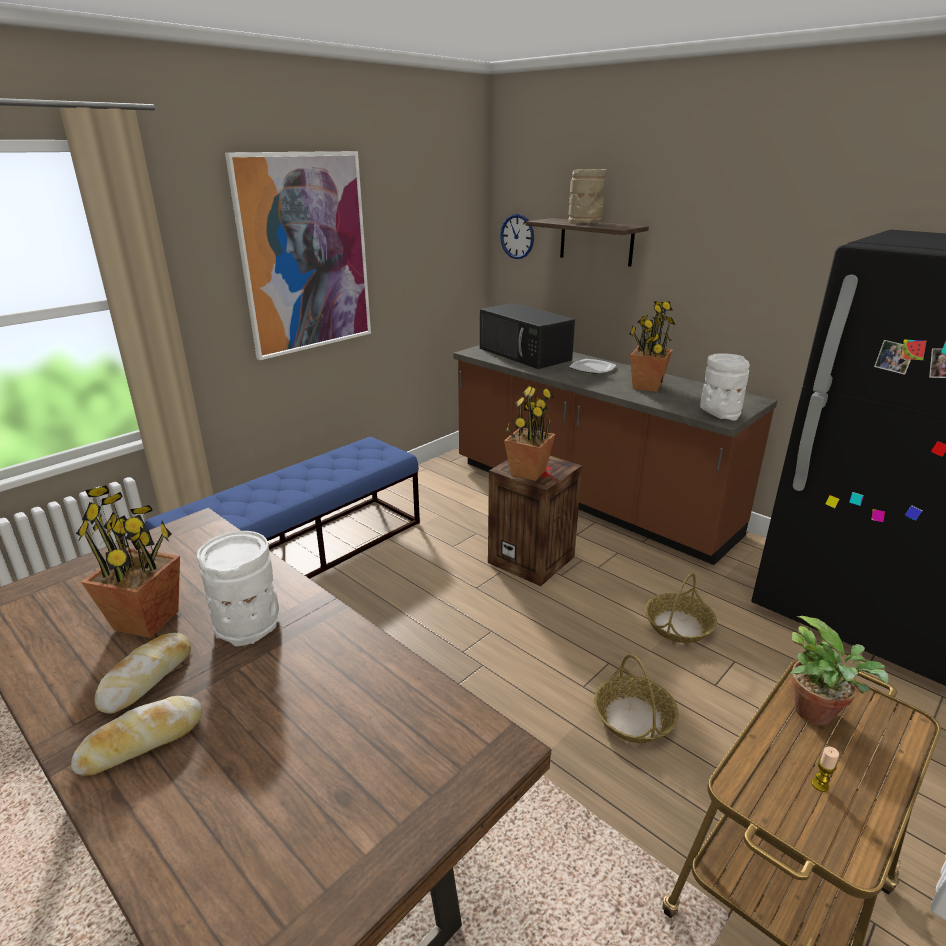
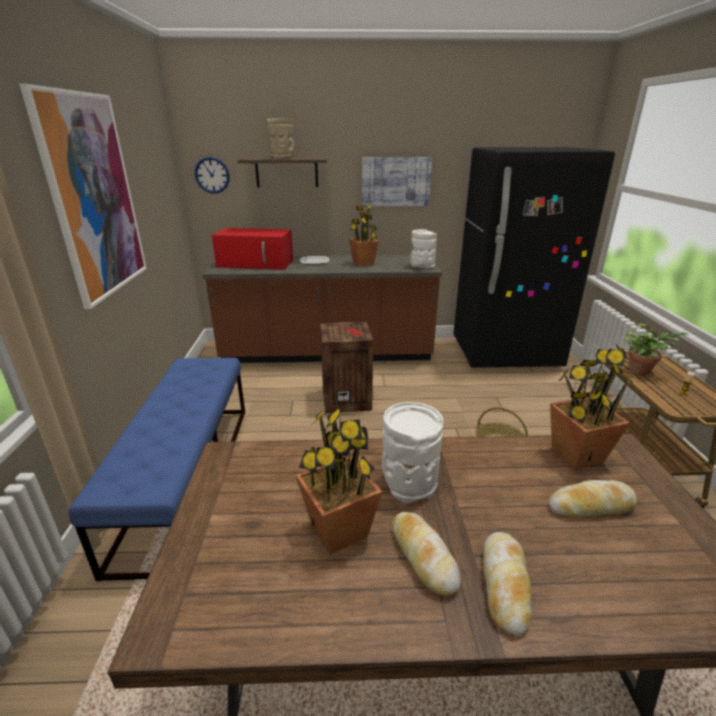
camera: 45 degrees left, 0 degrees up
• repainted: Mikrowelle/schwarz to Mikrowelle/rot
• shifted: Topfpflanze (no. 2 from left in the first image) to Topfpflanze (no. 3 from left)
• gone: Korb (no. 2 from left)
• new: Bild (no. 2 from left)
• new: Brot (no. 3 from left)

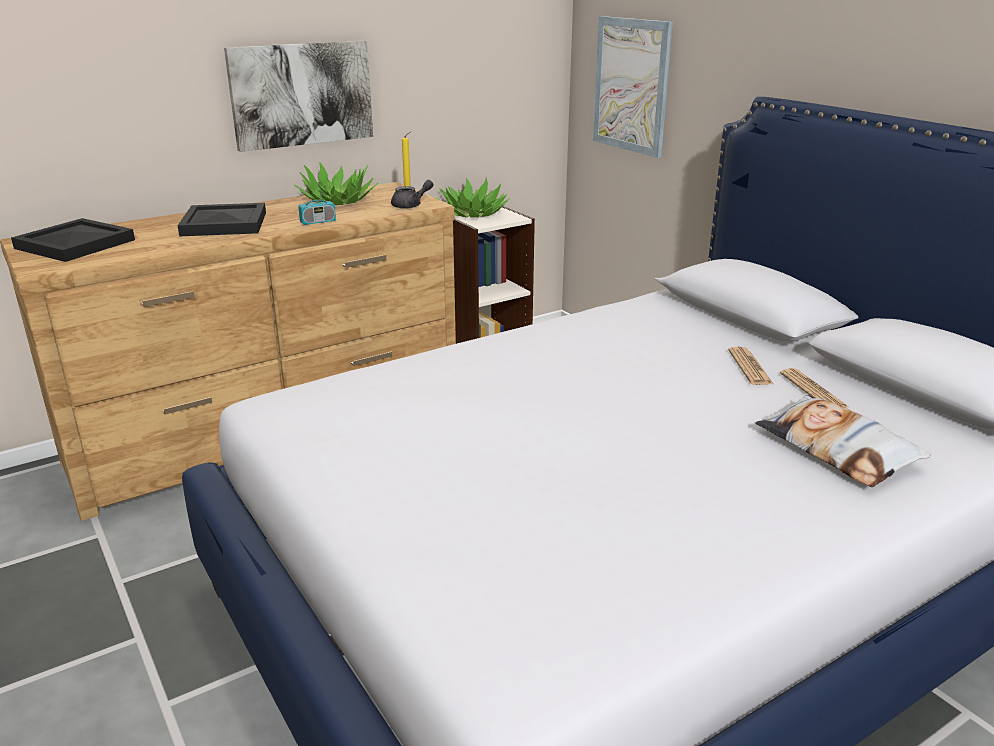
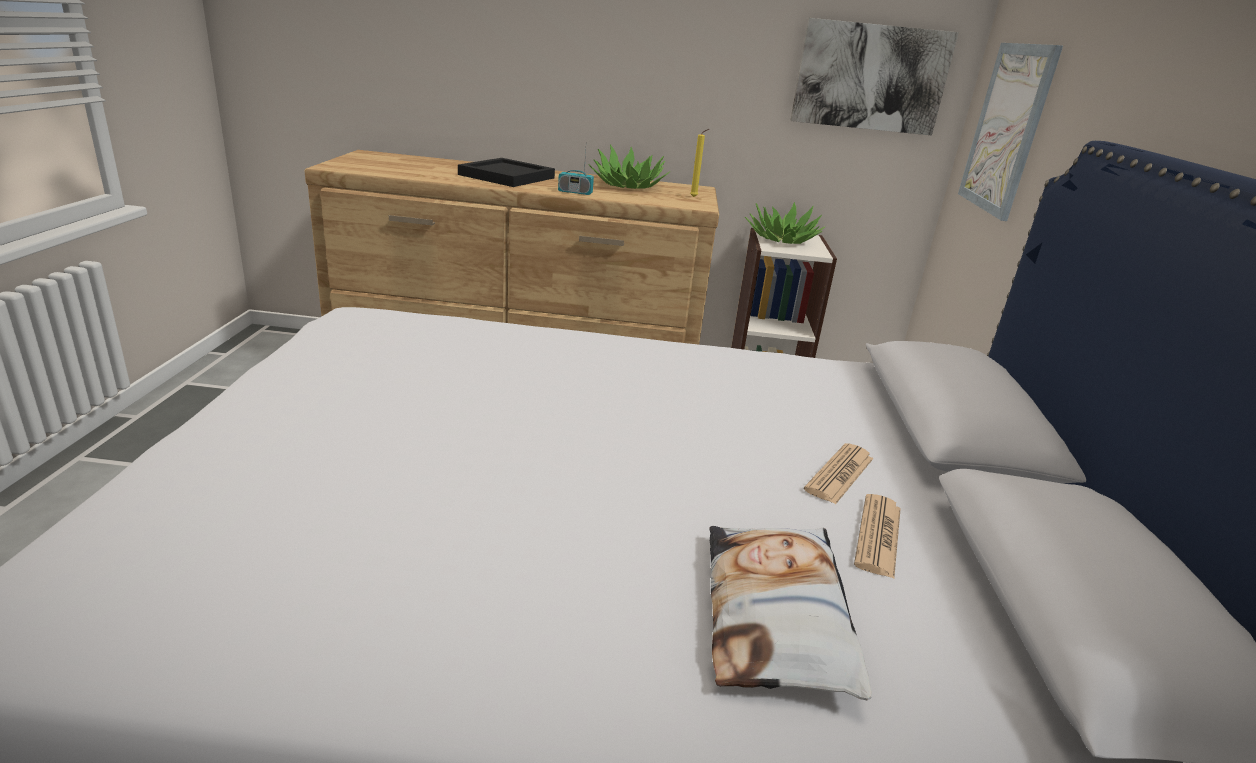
camera: 35 degrees right, 0 degrees up
• gone: Tablett/schwarz (no. 1 from left)
• shifted: Bild (no. 1 from left)
• gone: Teekanne/grau

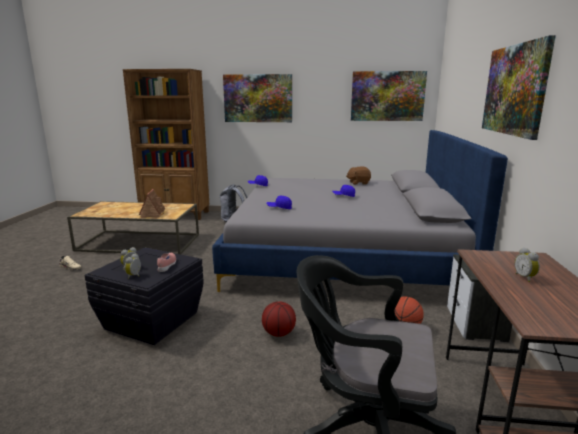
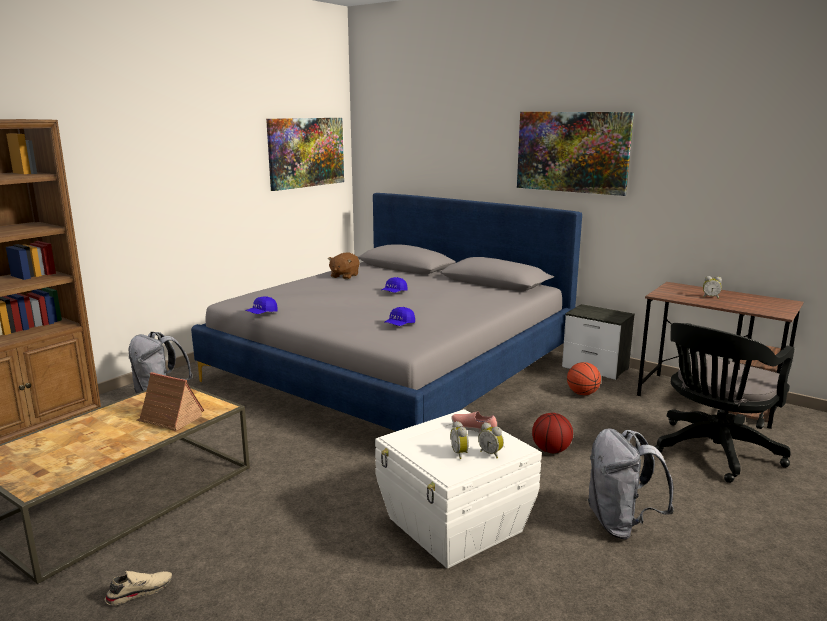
camera: 60 degrees left, 0 degrees up
• repainted: Aufbewahrungsbox/schwarz to Aufbewahrungsbox/weiß
• gone: Bild (no. 1 from left)
• new: Rucksack/grau (no. 2 from left)

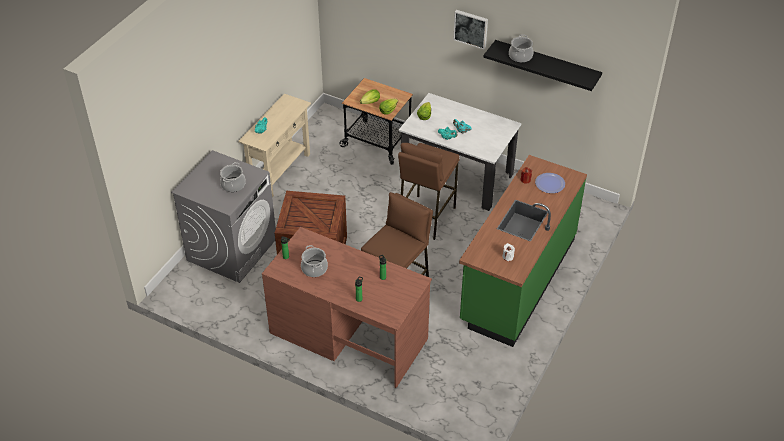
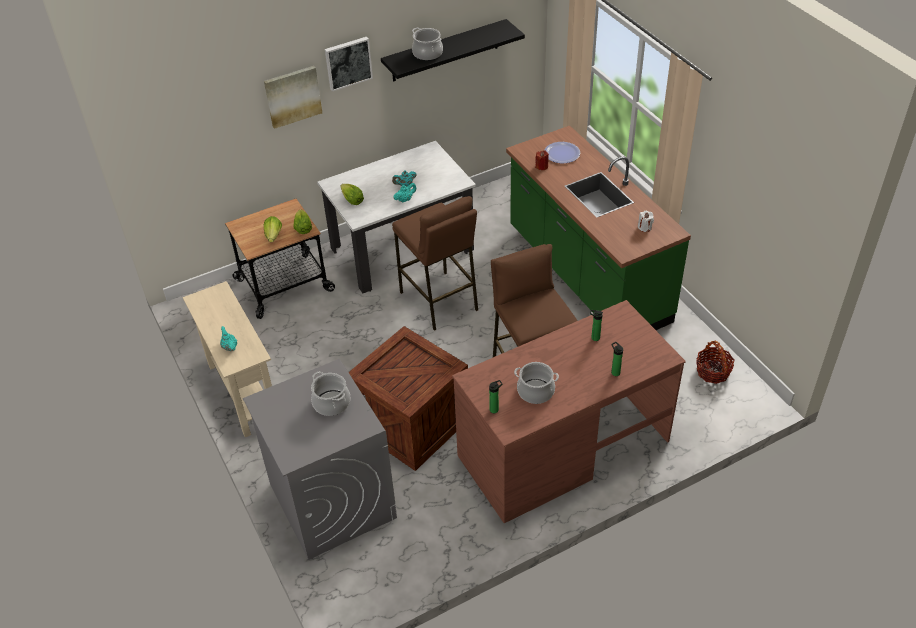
camera: 55 degrees left, 0 degrees up
• new: Bild (no. 1 from left)
• new: Korb

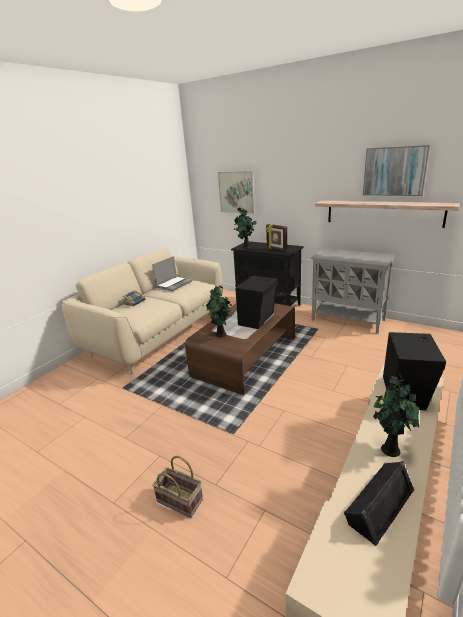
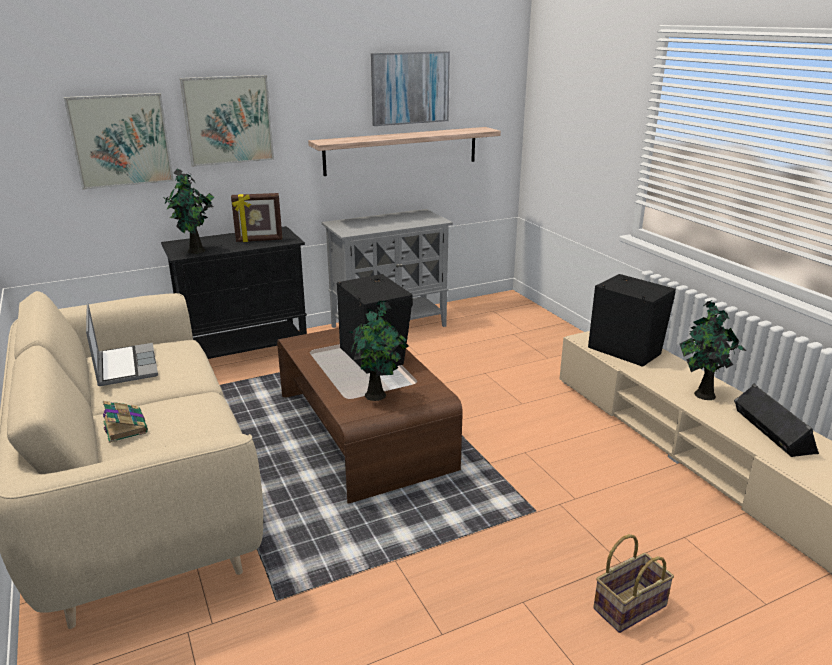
camera: 60 degrees left, 0 degrees up
• new: Bild (no. 2 from left)

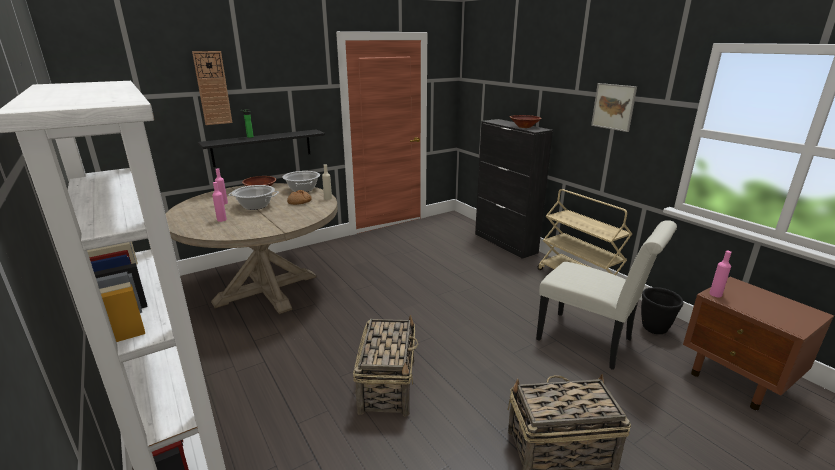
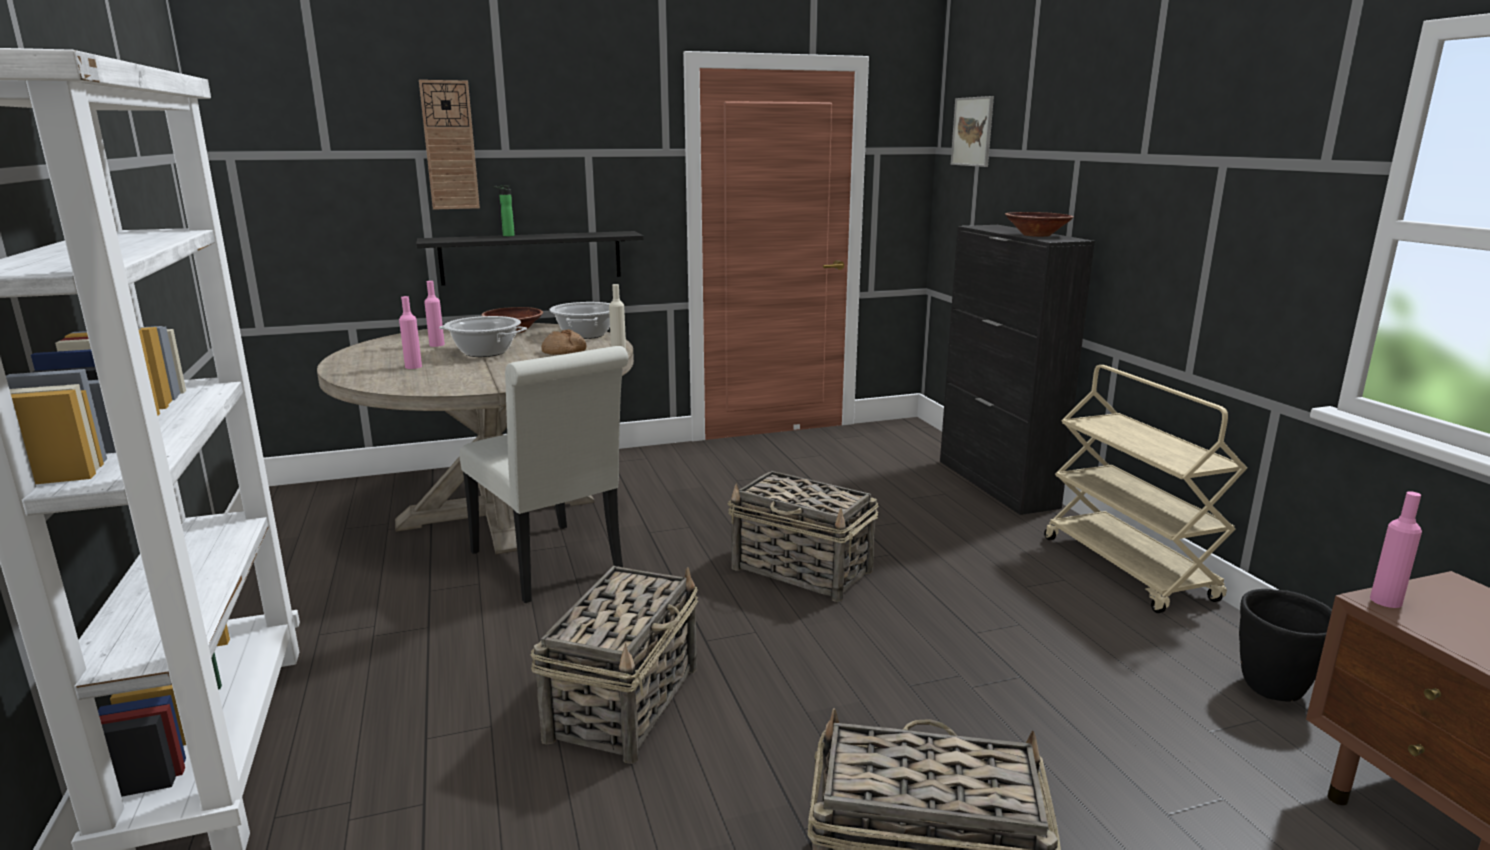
camera: 15 degrees right, 5 degrees down
• shifted: Stuhl/weiß
• shifted: Bild
• new: Korb (no. 2 from left)

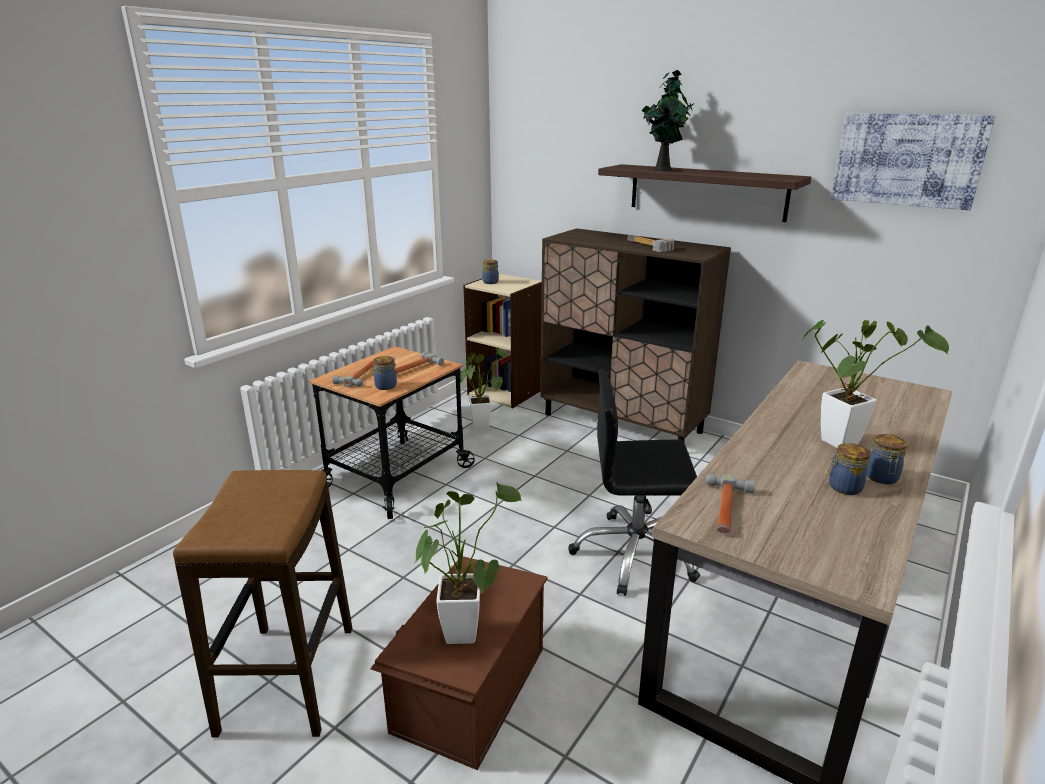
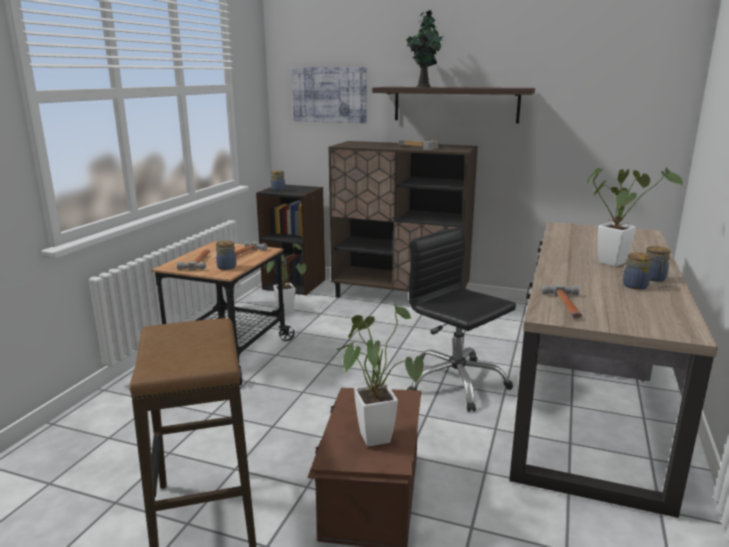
camera: 15 degrees left, 5 degrees down
• repainted: Bücherregal/beige to Bücherregal/schwarz
• rotated: Bürostuhl/schwarz 60 degrees clockwise
• shifted: Bild

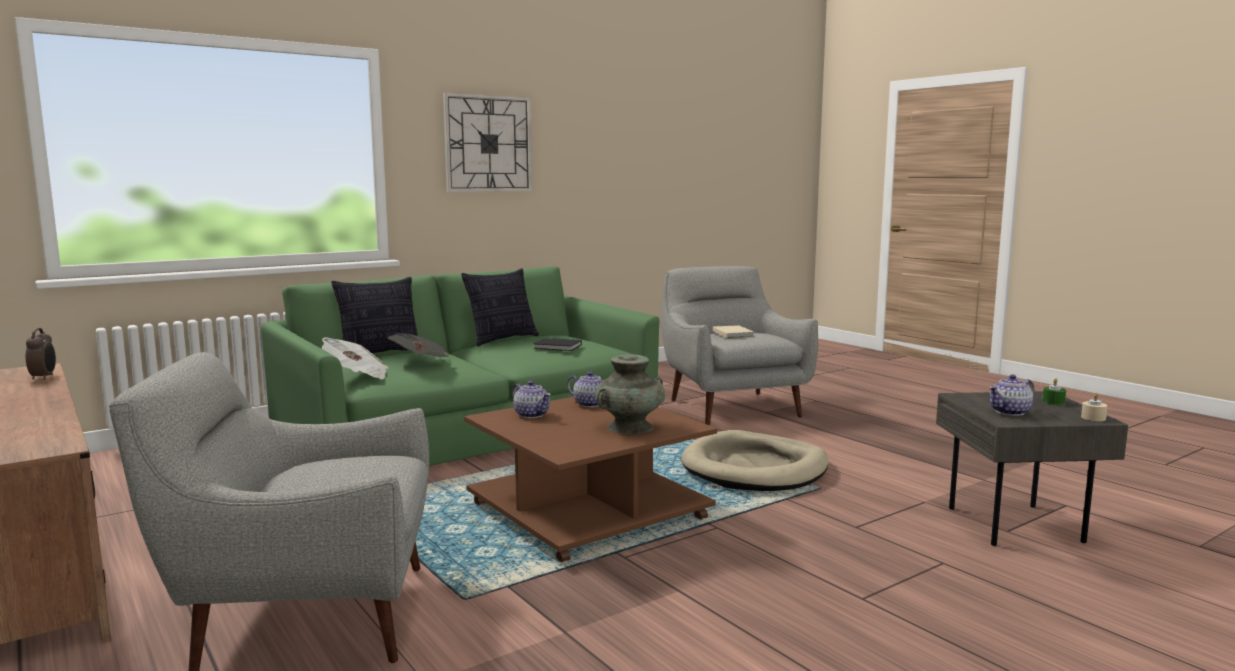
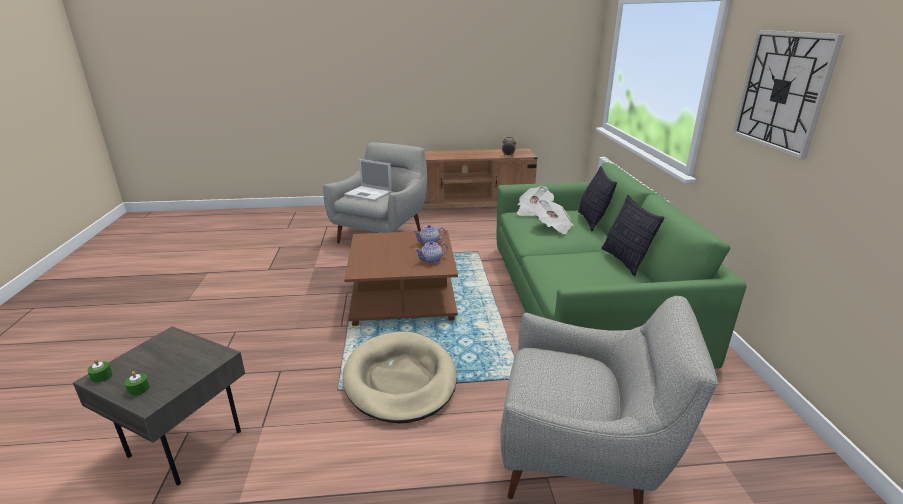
camera: 120 degrees right, 15 degrees up
• gone: Buch/schwarz
• gone: Vase/türkis
• gone: Buch/beige
• gone: Teekanne (no. 3 from left)
• repainted: Kerze/beige to Kerze/grün (no. 1 from left)
• new: Laptop

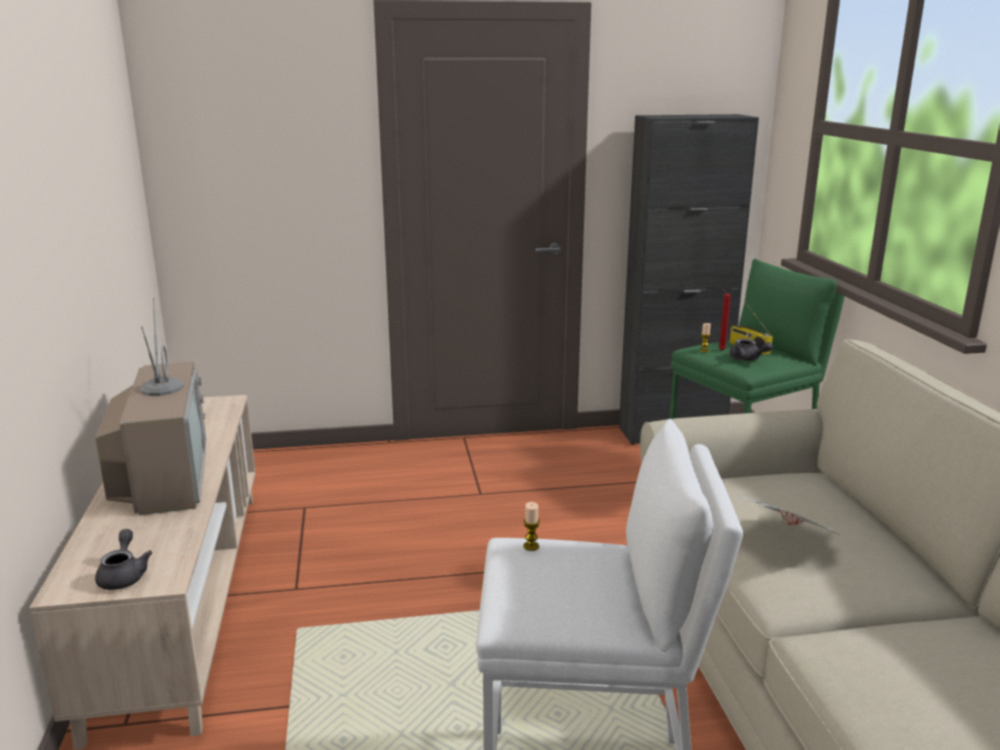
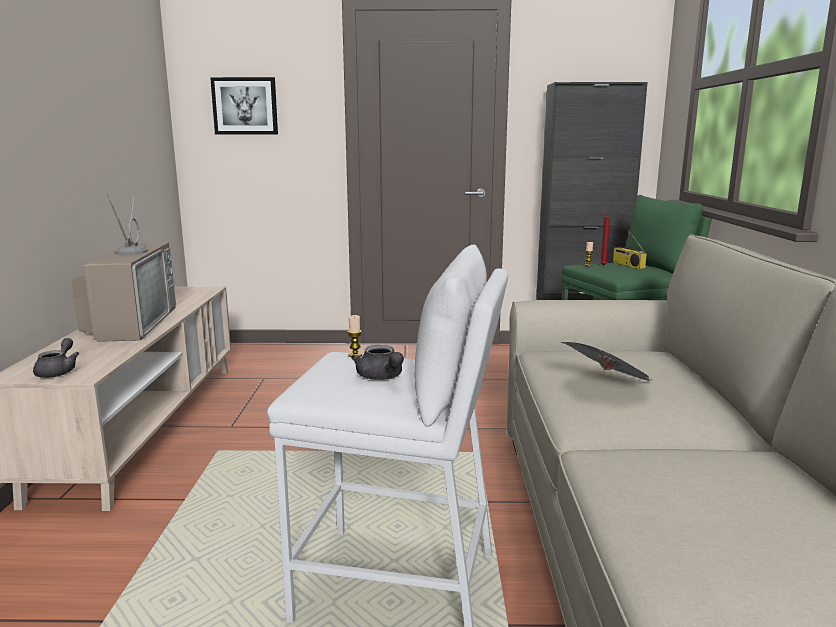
camera: 10 degrees right, 5 degrees down
• shifted: Teekanne/grau (no. 2 from left)
• new: Bild

